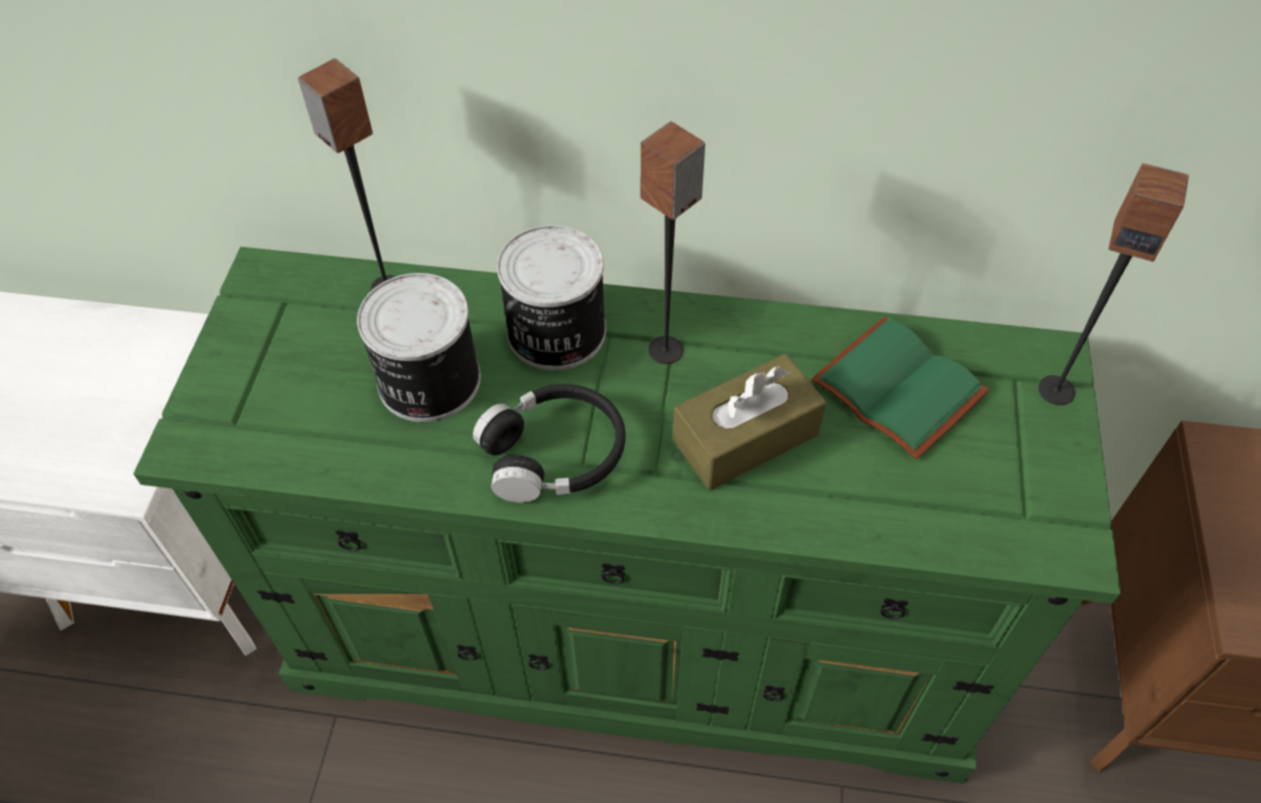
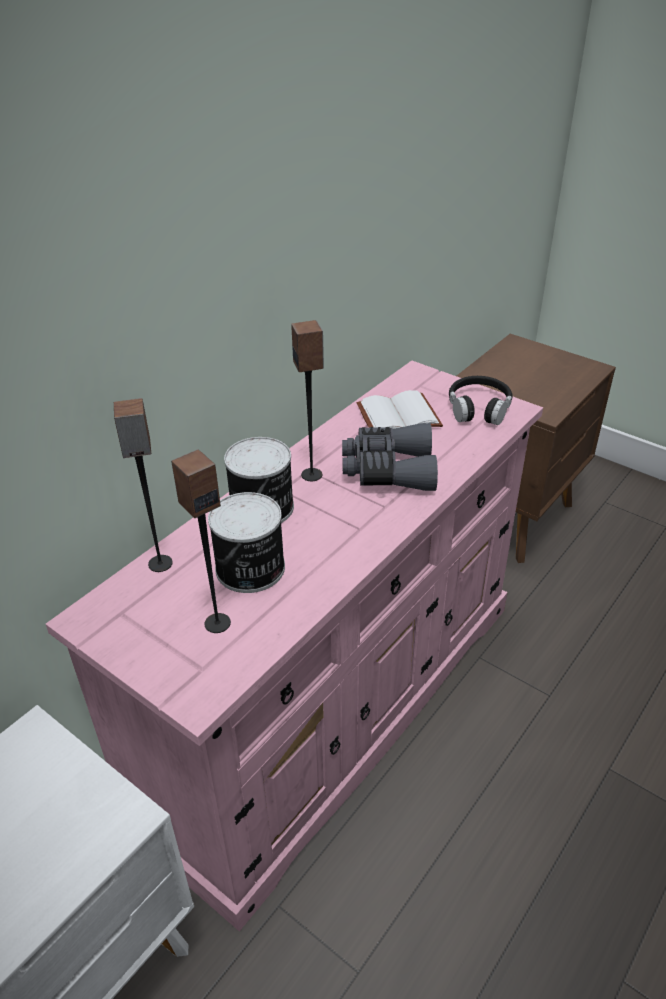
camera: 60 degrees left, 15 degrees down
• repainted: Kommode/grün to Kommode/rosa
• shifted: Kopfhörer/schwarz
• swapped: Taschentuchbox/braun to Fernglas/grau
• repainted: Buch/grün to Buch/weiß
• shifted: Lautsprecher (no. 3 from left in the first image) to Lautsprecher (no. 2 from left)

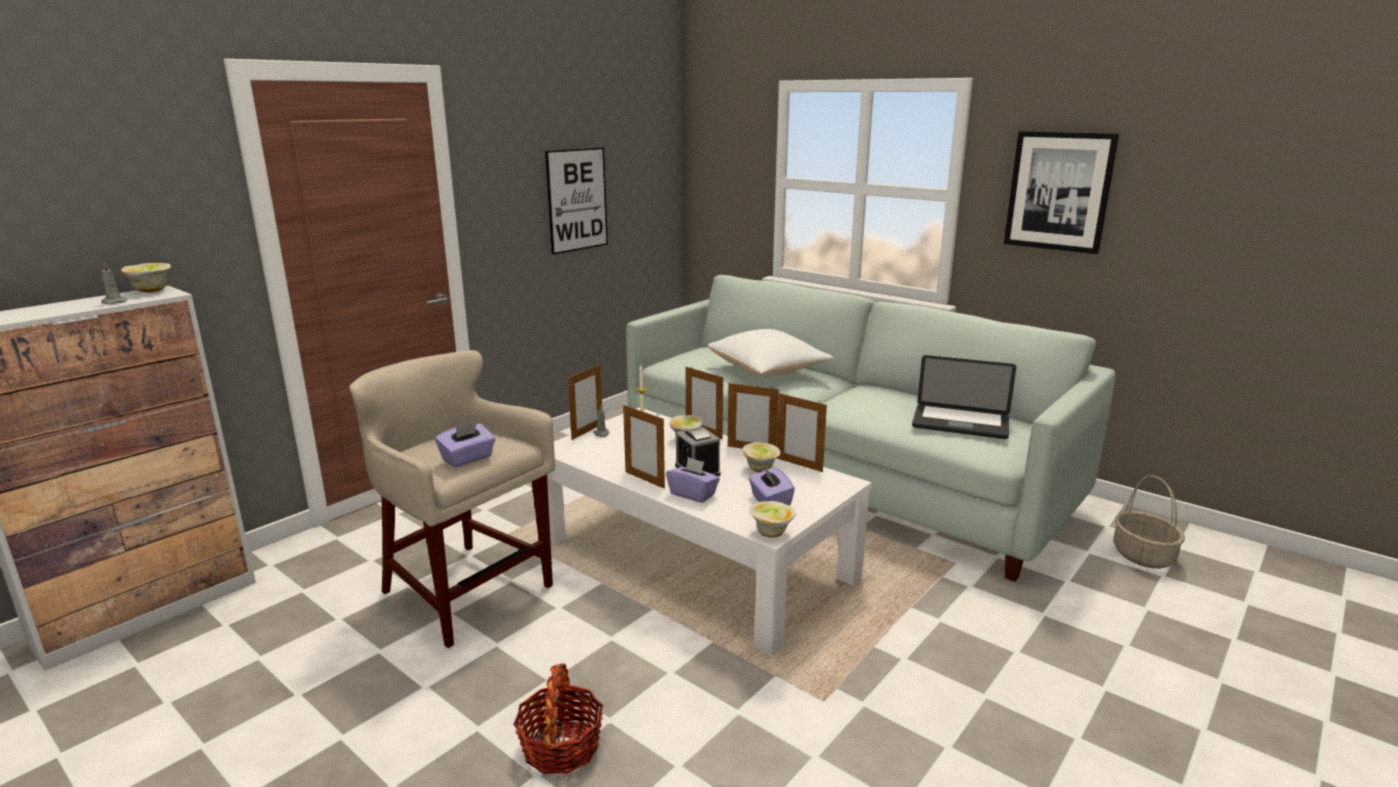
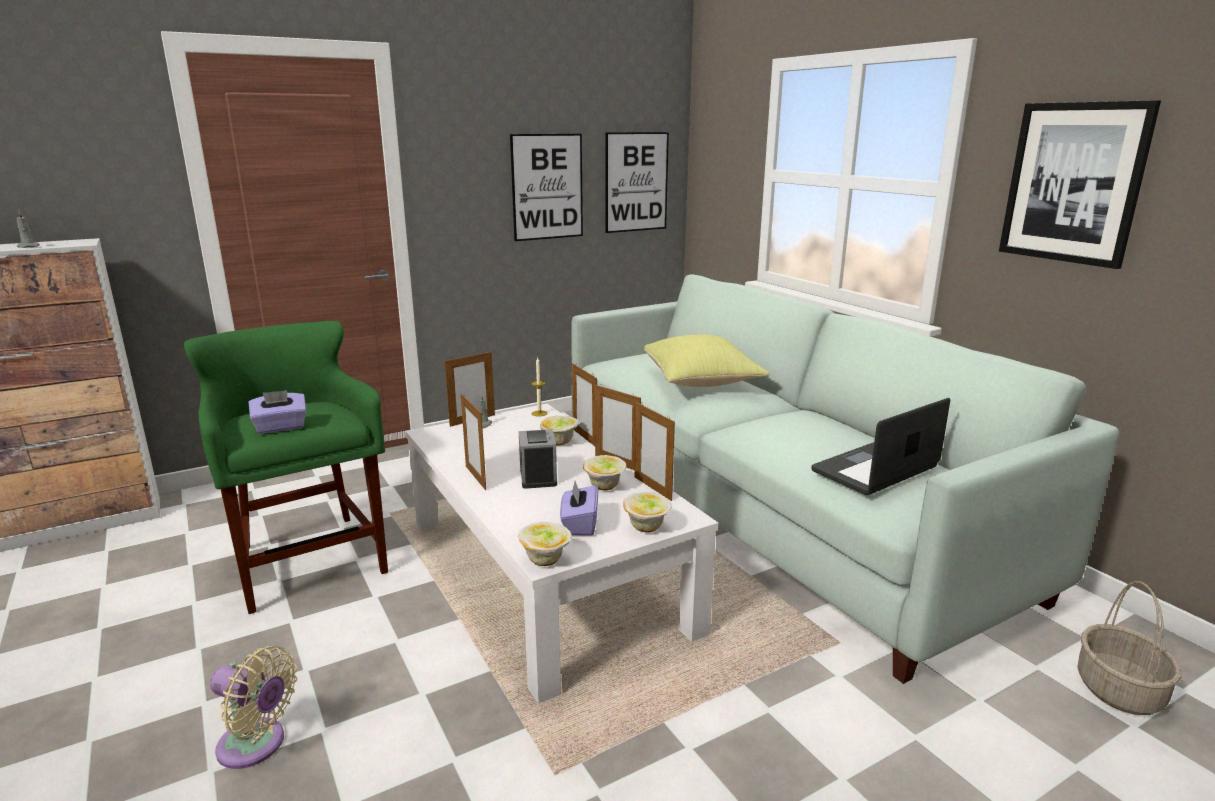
camera: 20 degrees right, 0 degrees up
• shifted: Schüssel (no. 1 from left in the first image) to Schüssel (no. 4 from left)
• repainted: Hocker/beige to Hocker/grün
• swapped: Korb (no. 1 from left) to Ventilator/beige
• gone: Taschentuchbox/lila (no. 2 from left)
• repainted: Kissen/weiß to Kissen/gelb
• rotated: Laptop 105 degrees clockwise
• new: Bild (no. 2 from left)

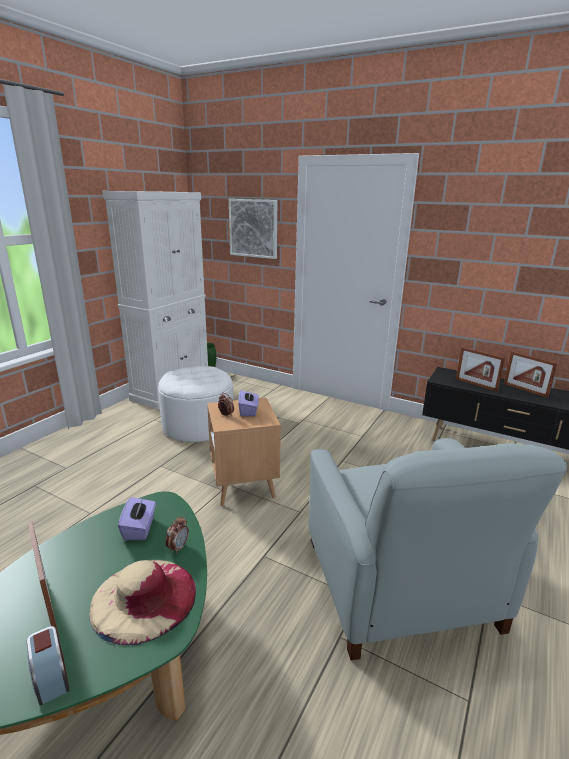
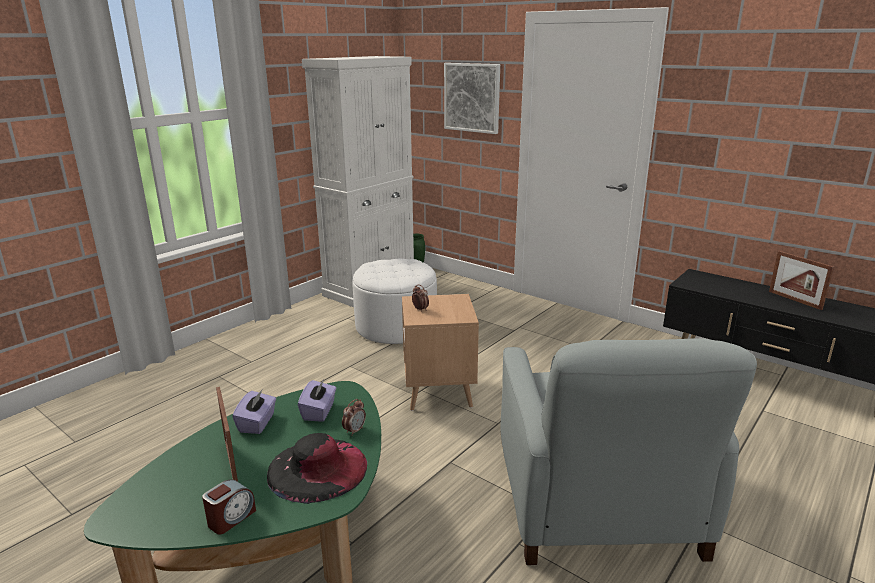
camera: 10 degrees right, 0 degrees up
• rotated: Wecker (no. 1 from left) 120 degrees counterclockwise
• repainted: Hut/beige to Hut/schwarz
• shifted: Taschentuchbox/lila (no. 2 from left in the first image) to Taschentuchbox/lila (no. 1 from left)
• gone: Bilderrahmen (no. 2 from left)

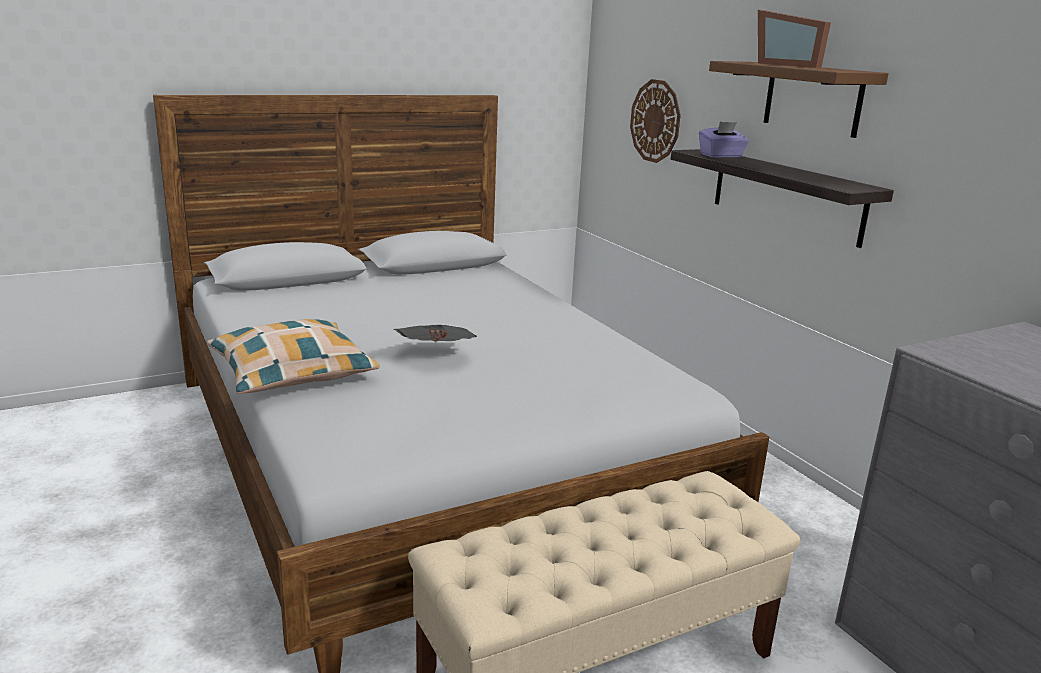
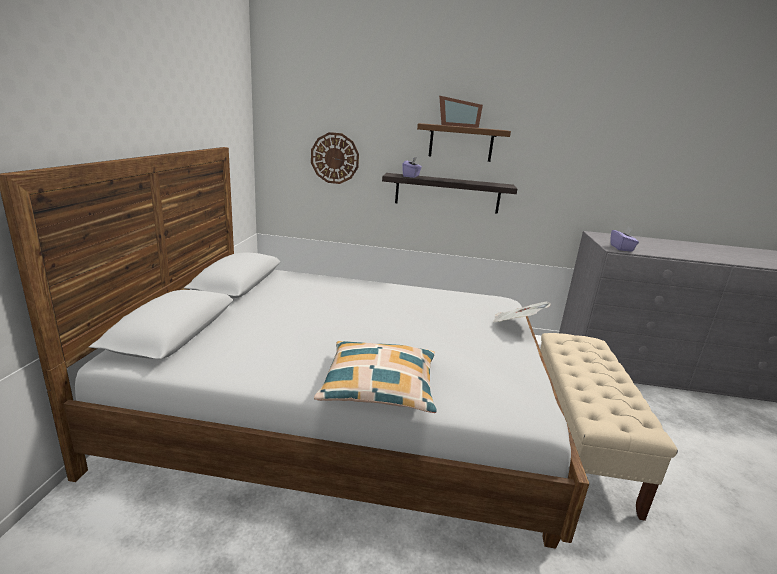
camera: 55 degrees left, 0 degrees up
• shifted: Zeitung
• new: Taschentuchbox/lila (no. 2 from left)

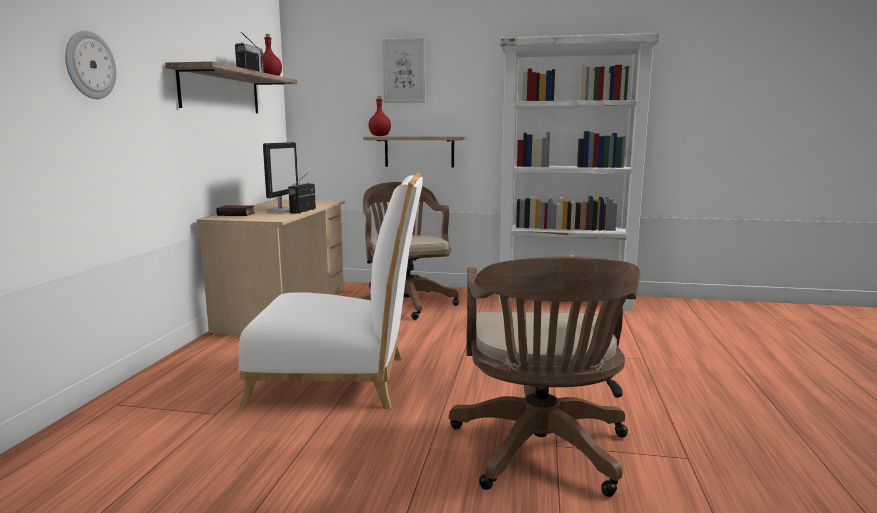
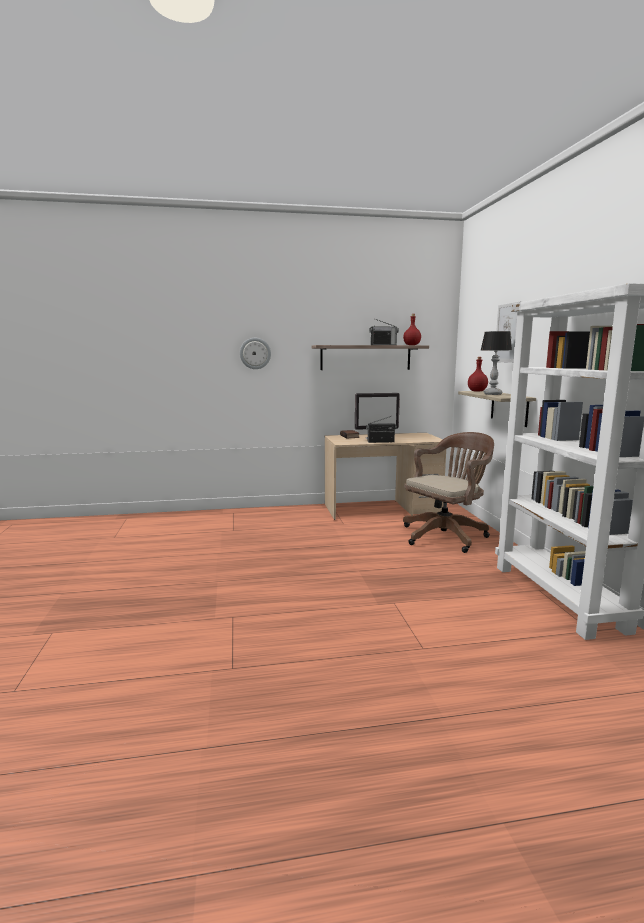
camera: 70 degrees right, 0 degrees up
• gone: Stuhl/weiß
• gone: Bürostuhl/braun (no. 2 from left)
• new: Tischlampe

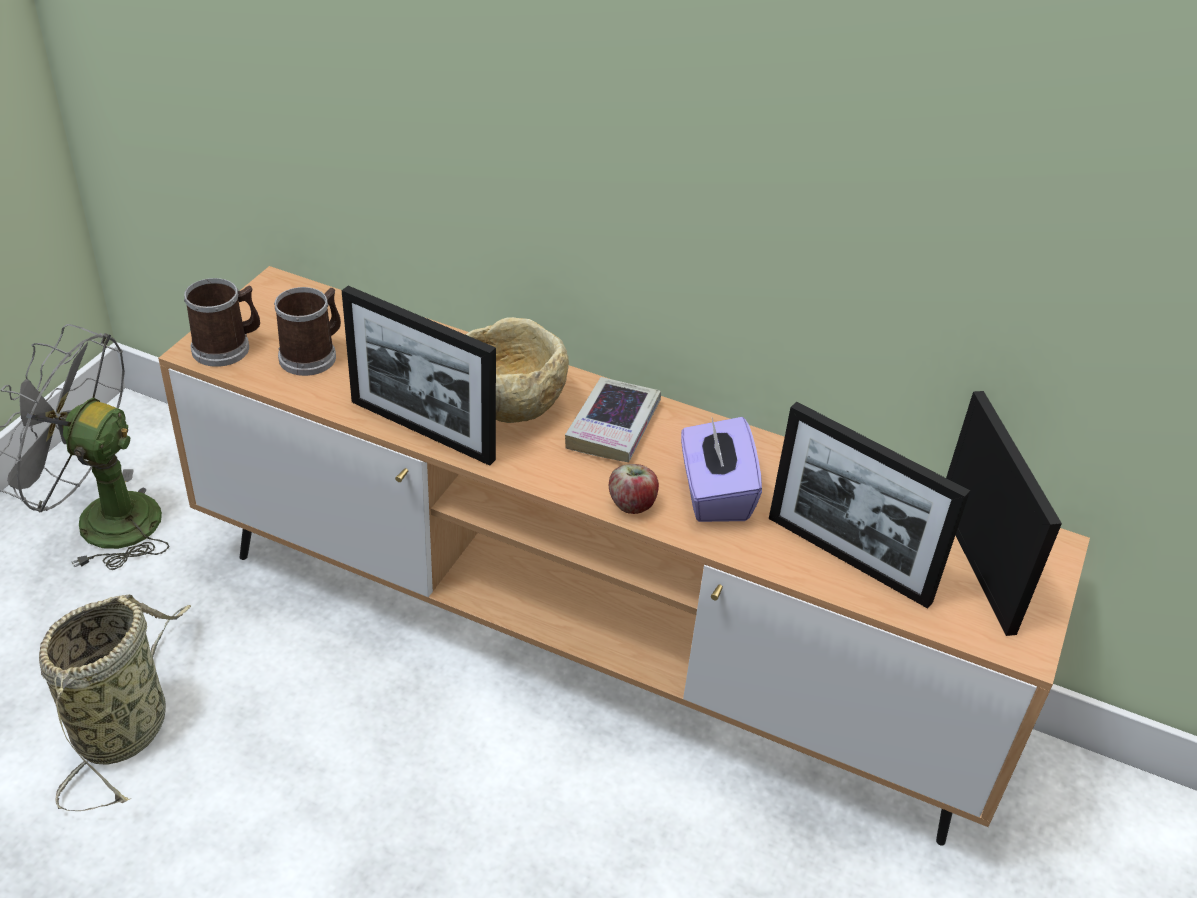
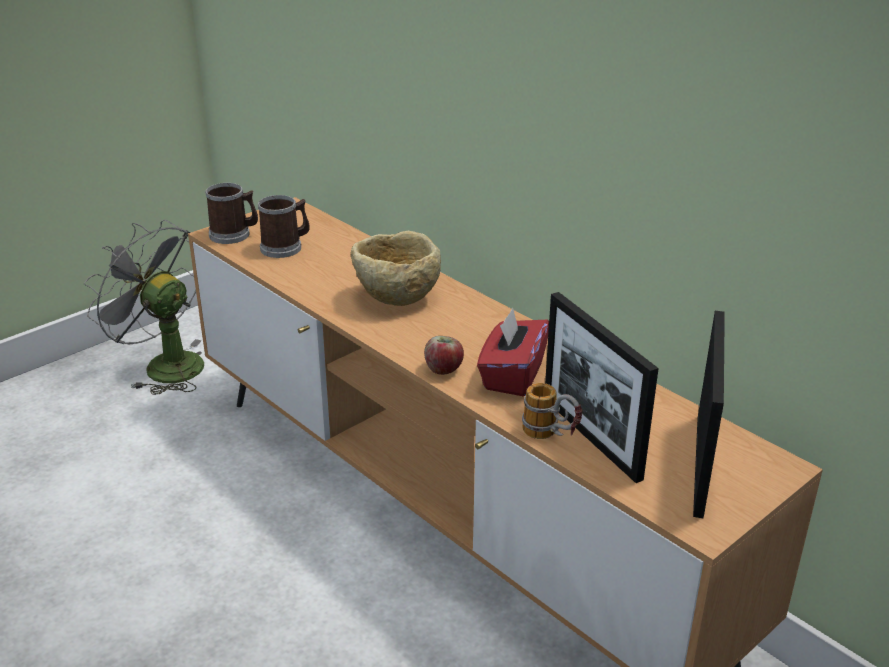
camera: 25 degrees right, 10 degrees down
• gone: Korb
• gone: Bilderrahmen (no. 1 from left)
• gone: Buch
• repainted: Taschentuchbox/lila to Taschentuchbox/rot
• new: Henkelbecher (no. 3 from left)

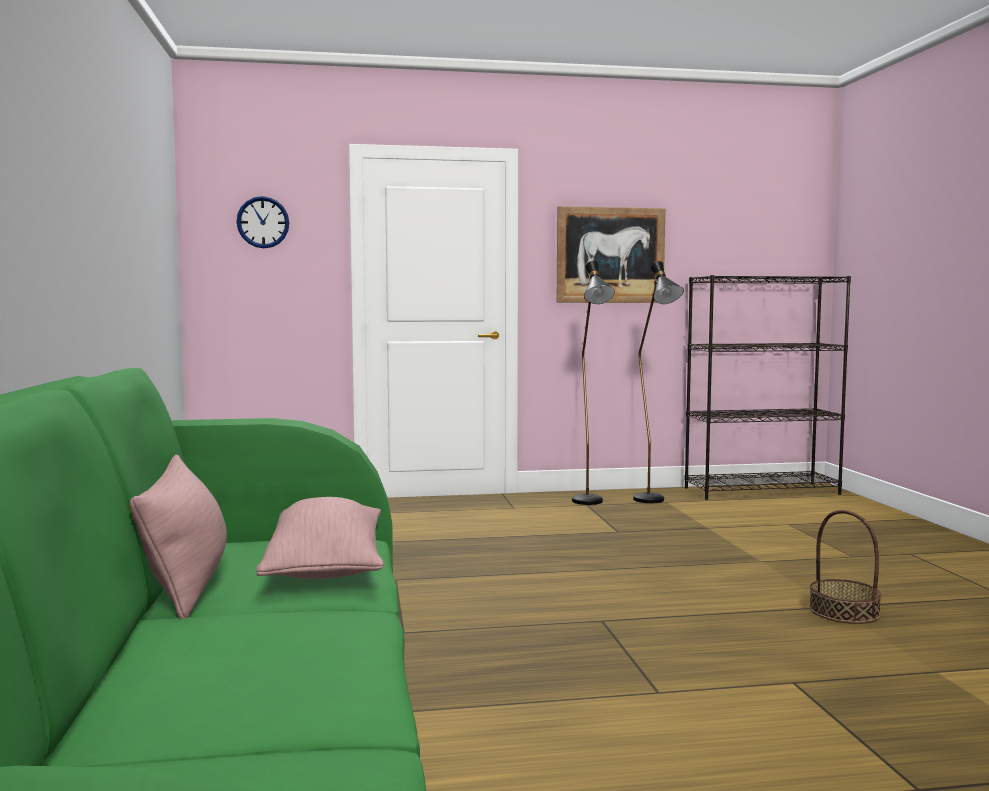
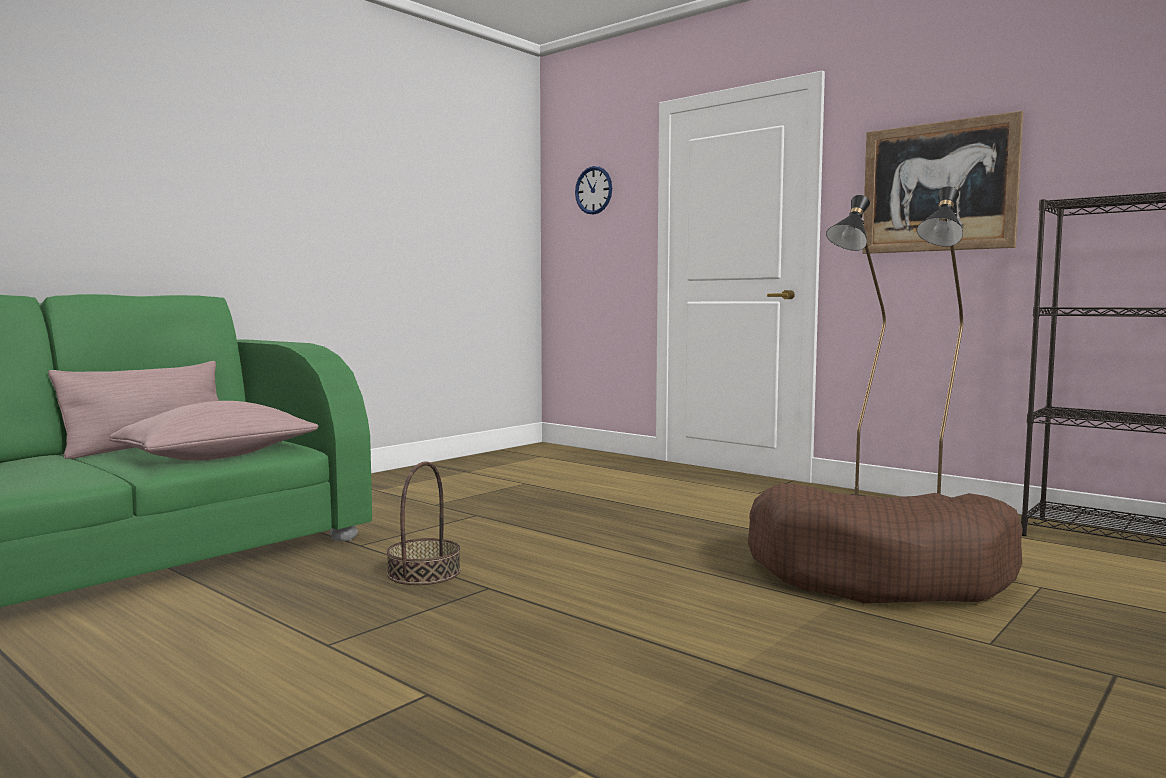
camera: 50 degrees right, 0 degrees up
• shifted: Korb
• new: Hundebett/braun

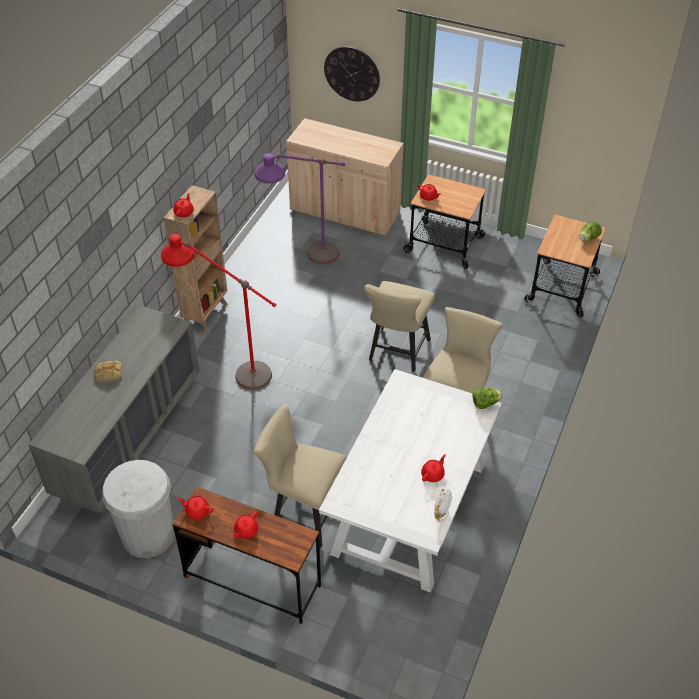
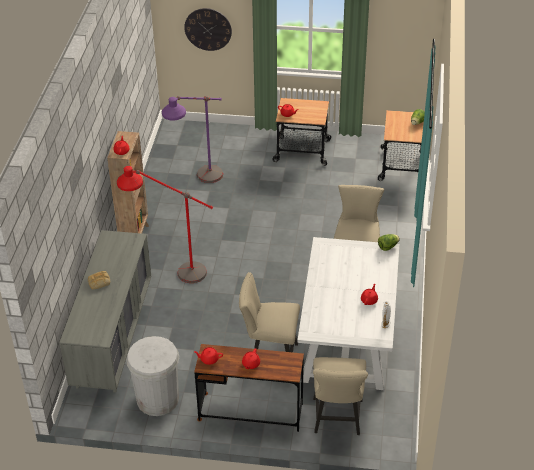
camera: 15 degrees left, 5 degrees down
• gone: Schrank/beige
• shifted: Stuhl/beige (no. 2 from left)

